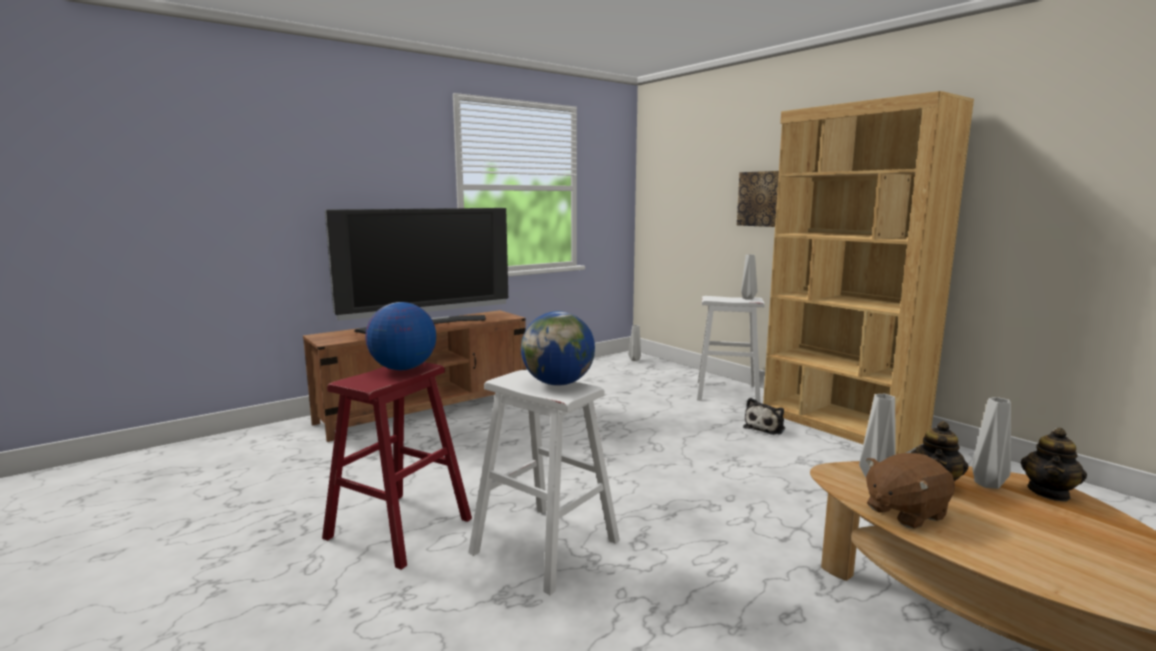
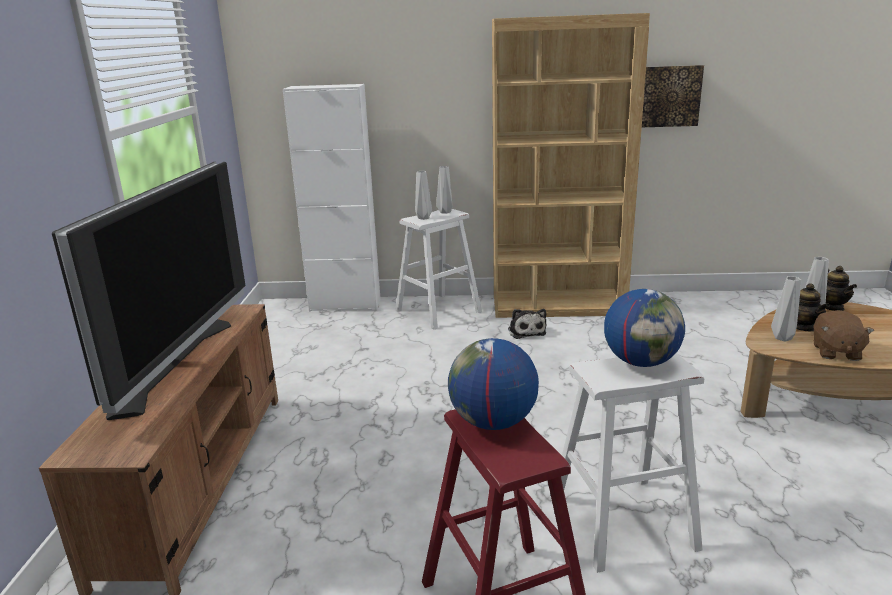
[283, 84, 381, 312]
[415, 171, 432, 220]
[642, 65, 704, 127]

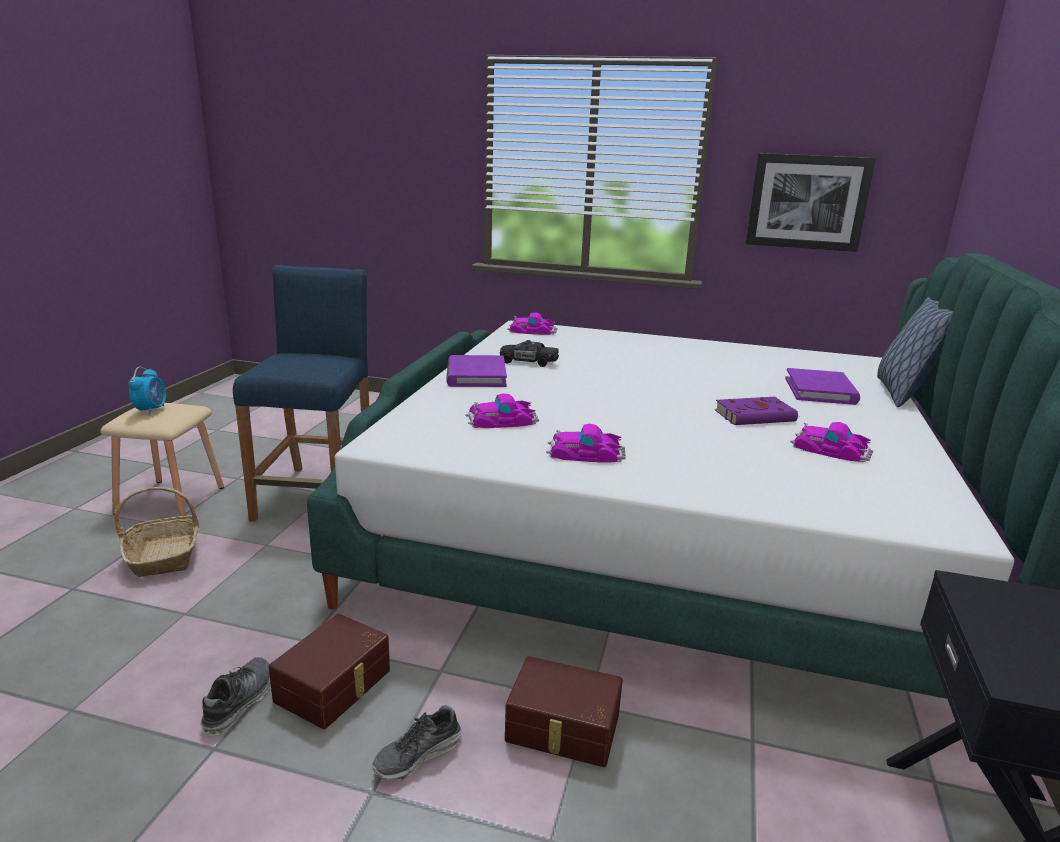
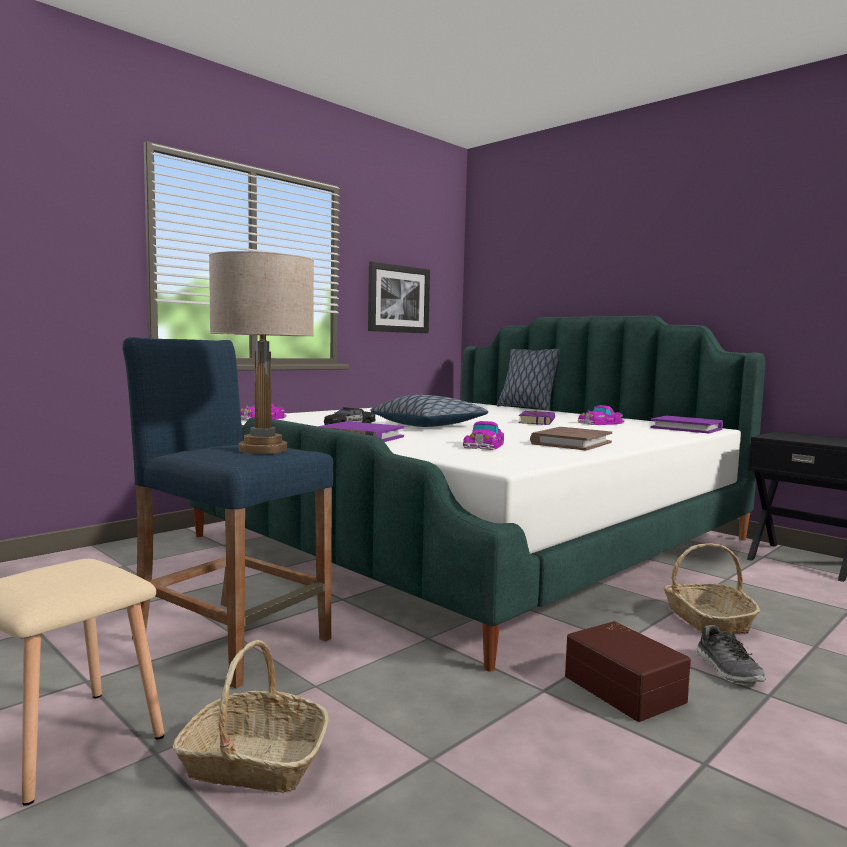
[209, 251, 314, 454]
[370, 395, 488, 427]
[530, 427, 612, 451]
[650, 416, 723, 434]
[663, 543, 760, 634]
[129, 367, 166, 416] (first image)
[200, 657, 270, 736] (first image)

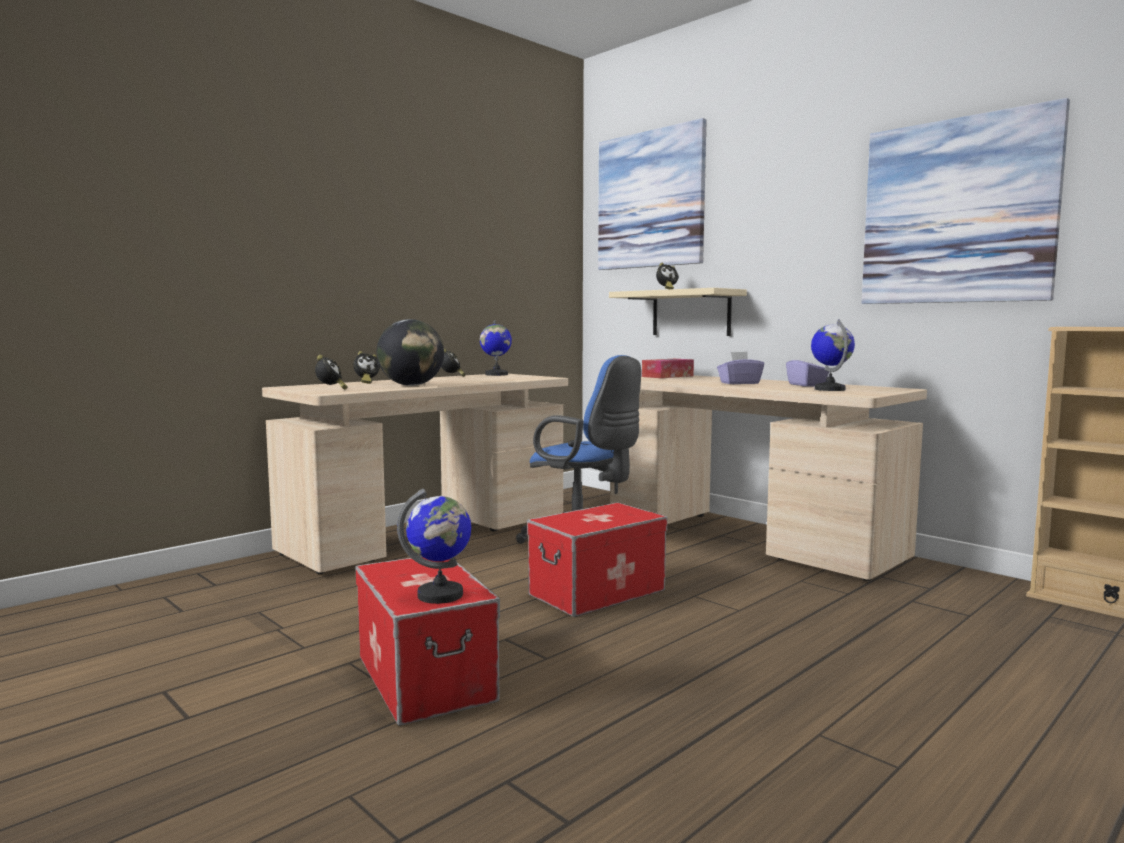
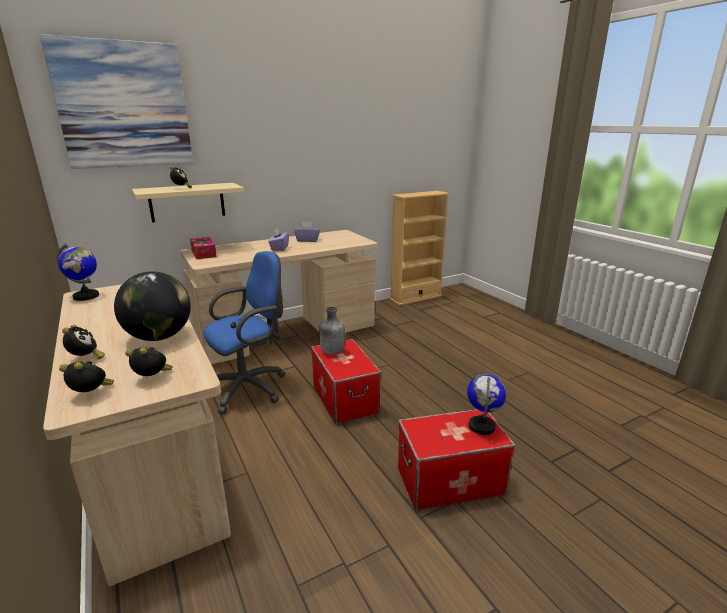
[59, 361, 114, 392]
[319, 307, 345, 355]
[811, 319, 855, 391] (first image)
[862, 98, 1070, 304] (first image)

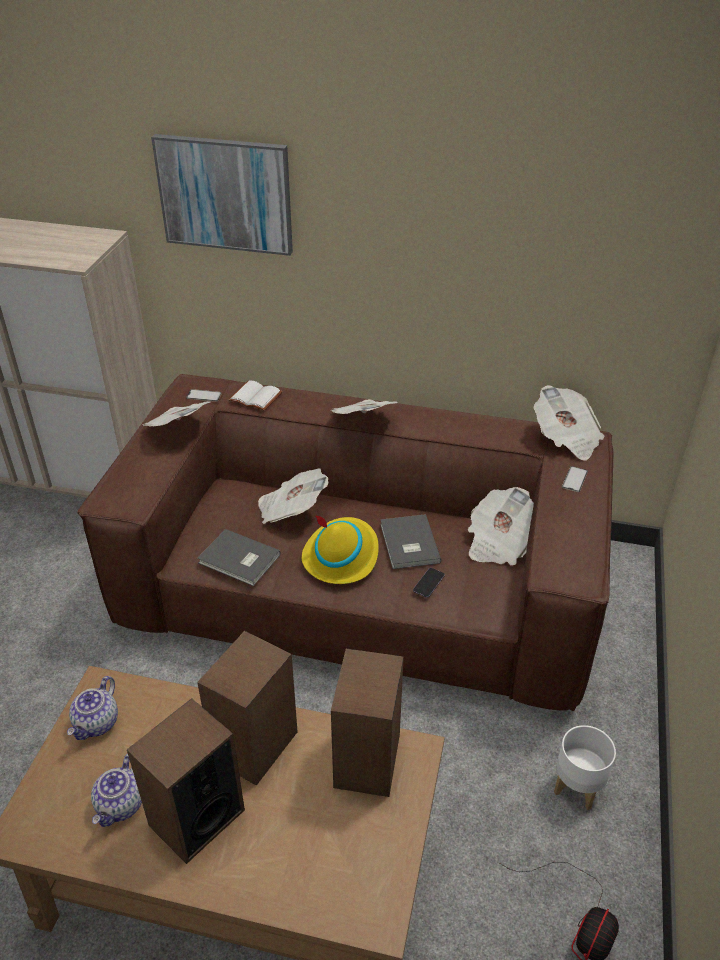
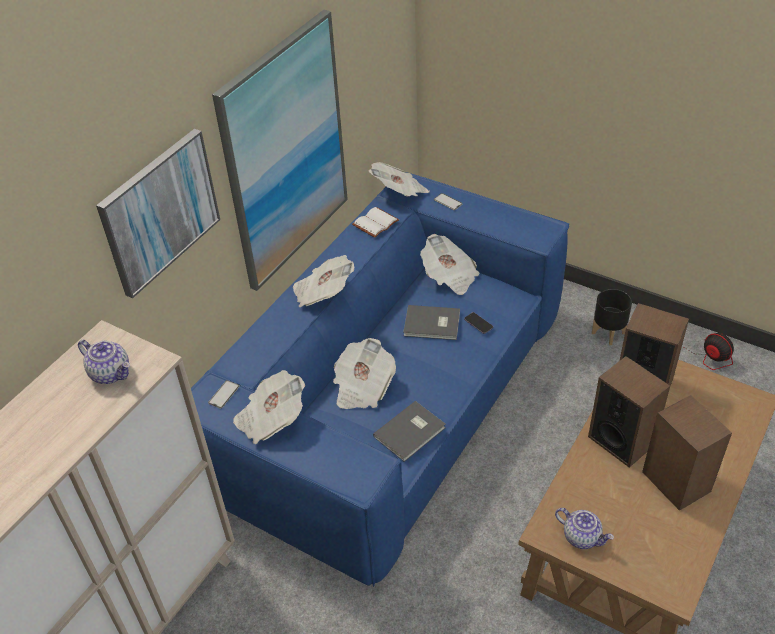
[78, 340, 130, 384]
[191, 172, 569, 587]
[212, 10, 348, 291]
[352, 207, 399, 238]
[592, 289, 632, 345]
[302, 515, 379, 584] (first image)

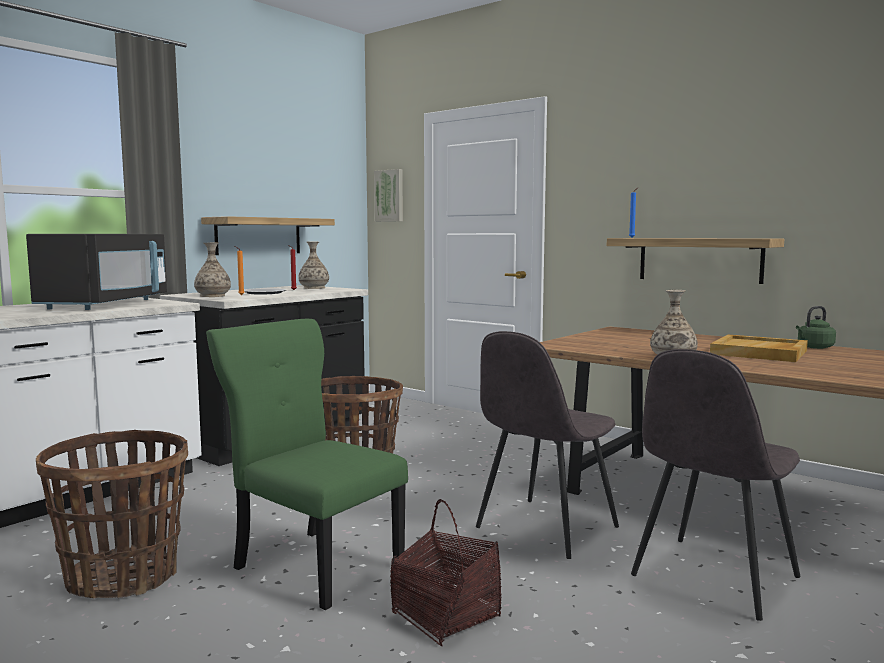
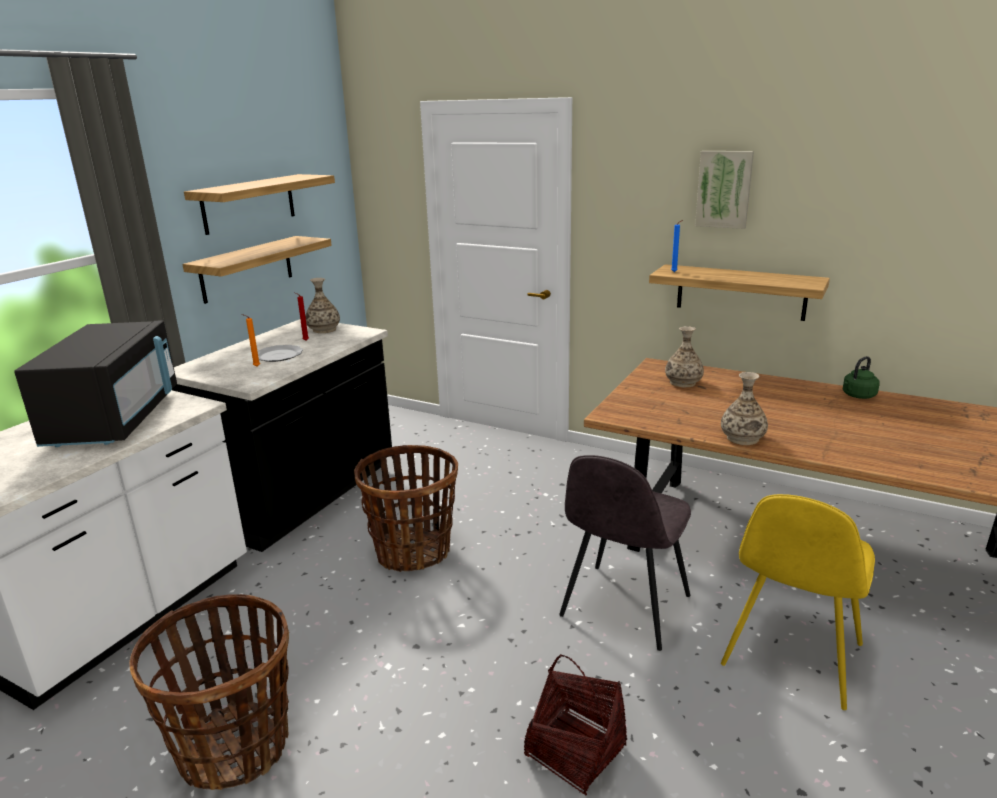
[184, 174, 335, 235]
[665, 326, 704, 387]
[695, 151, 754, 229]
[721, 494, 875, 710]
[206, 319, 408, 610] (first image)
[710, 335, 808, 362] (first image)

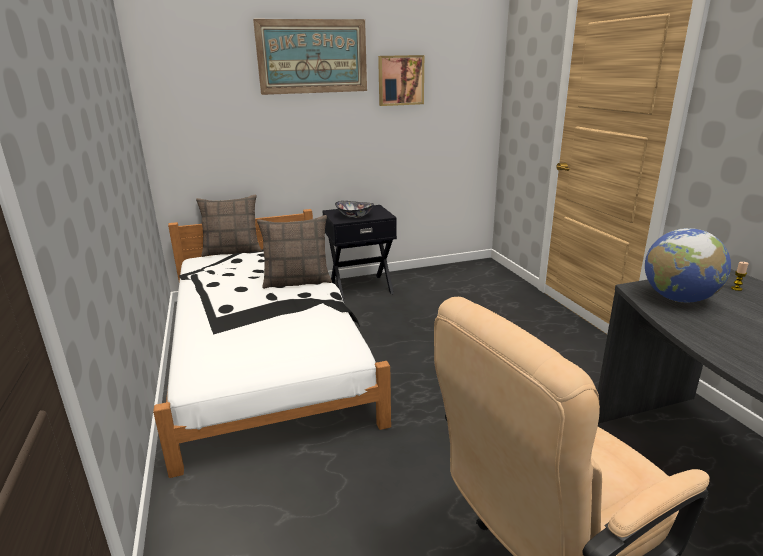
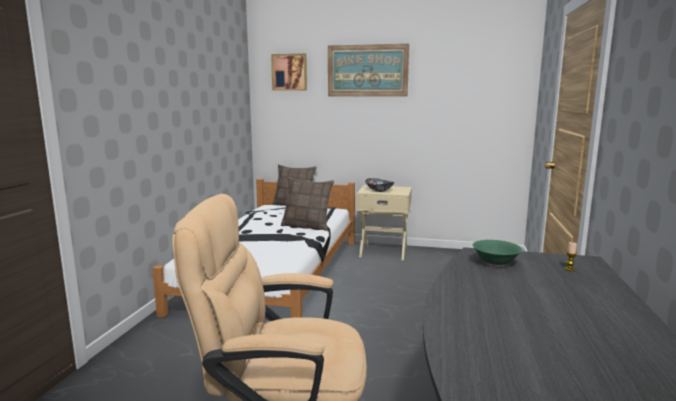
[271, 54, 307, 91]
[357, 185, 412, 260]
[472, 240, 522, 267]

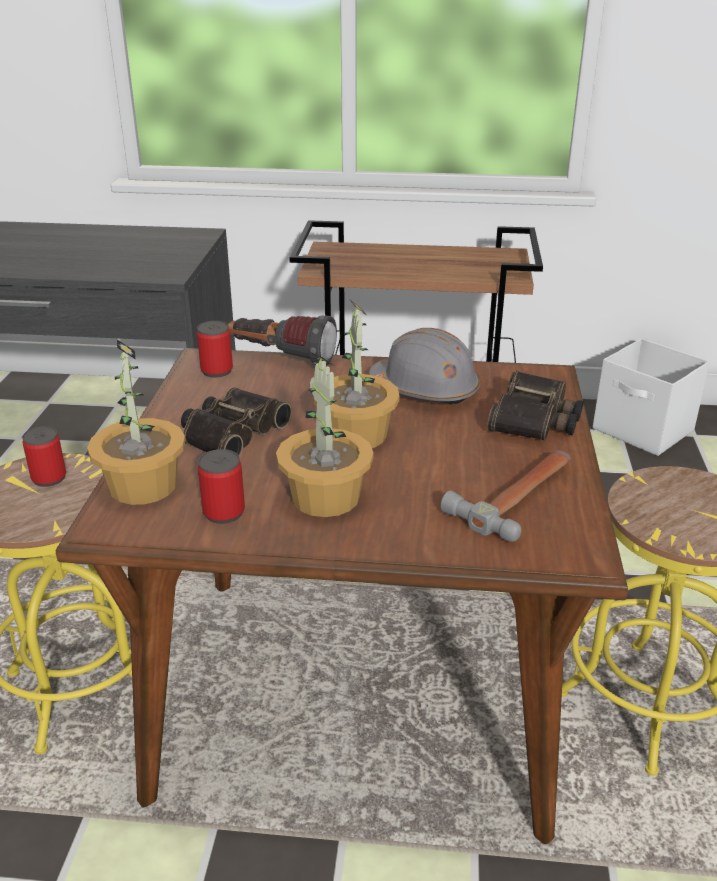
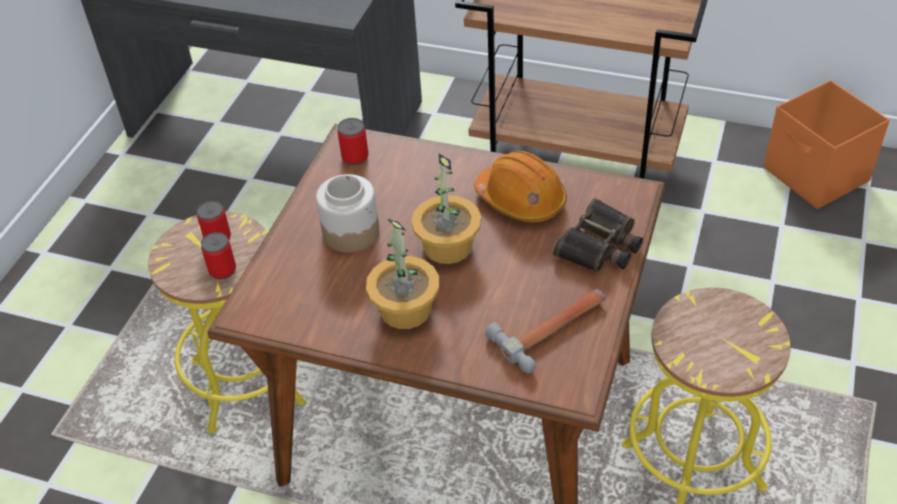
[201, 232, 236, 280]
[316, 174, 379, 253]
[475, 151, 567, 222]
[764, 80, 890, 209]
[87, 340, 185, 505] (first image)
[228, 315, 337, 366] (first image)

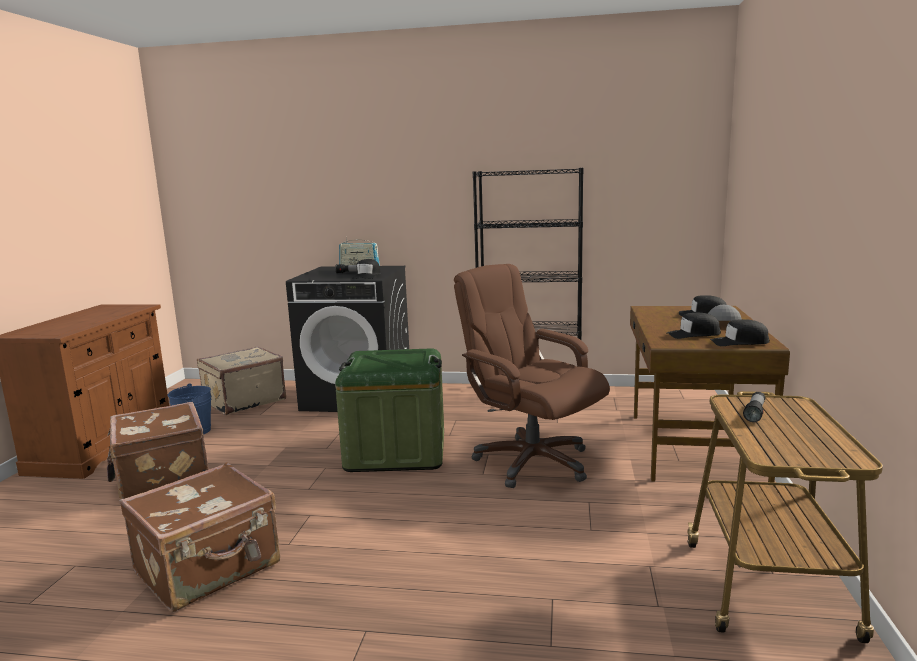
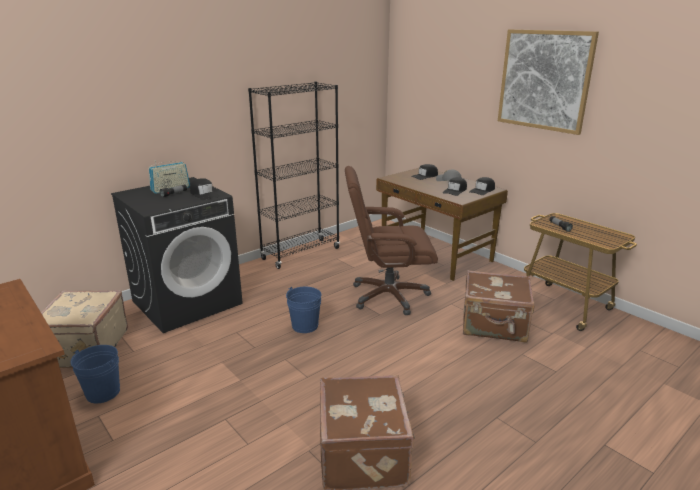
[286, 287, 321, 333]
[463, 270, 535, 343]
[498, 29, 599, 135]

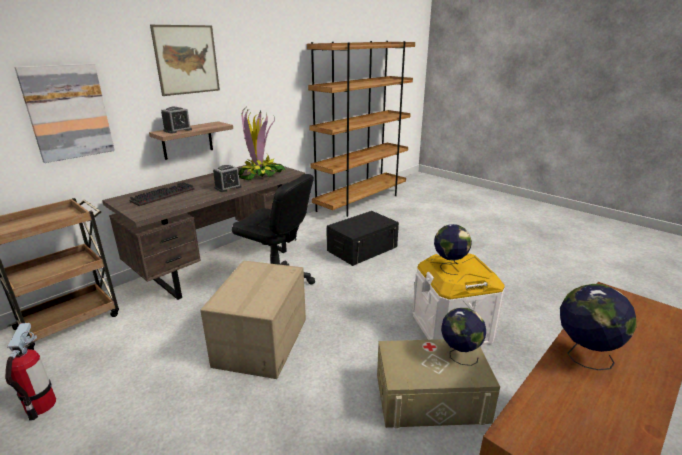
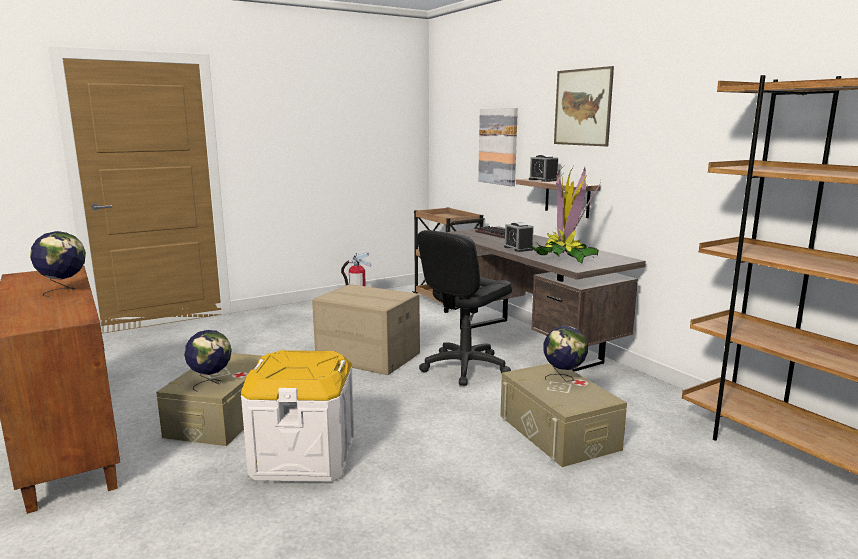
[500, 363, 627, 467]
[543, 326, 588, 382]

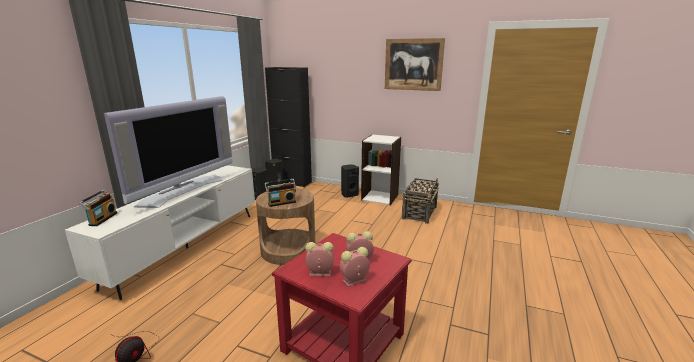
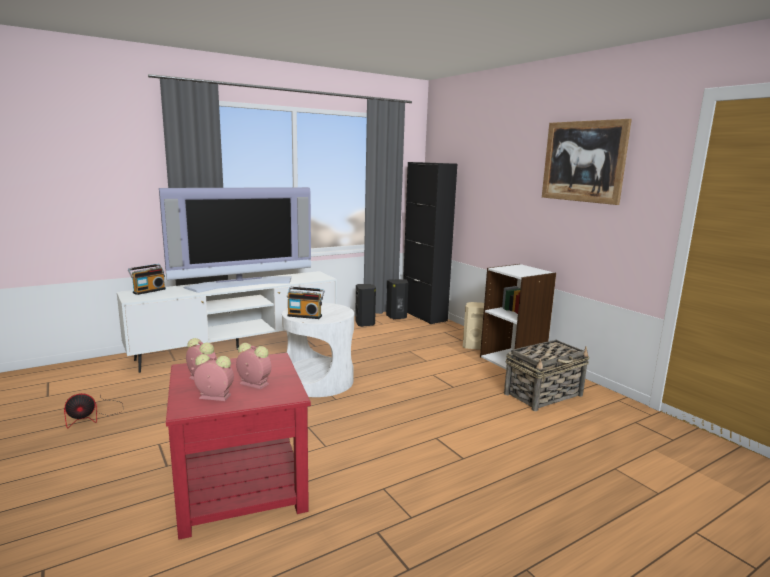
[282, 303, 354, 397]
[463, 302, 484, 350]

